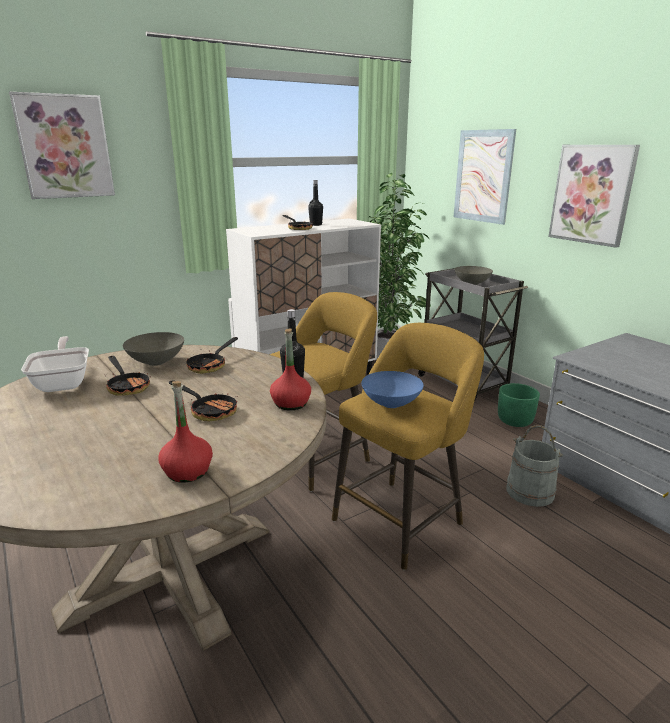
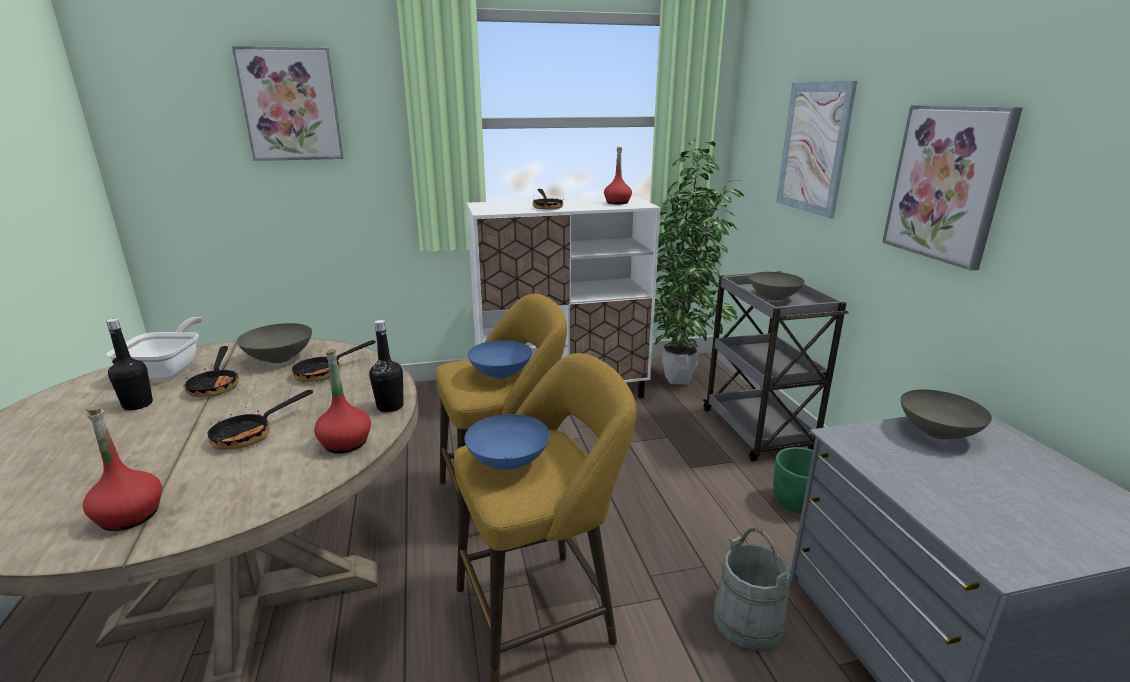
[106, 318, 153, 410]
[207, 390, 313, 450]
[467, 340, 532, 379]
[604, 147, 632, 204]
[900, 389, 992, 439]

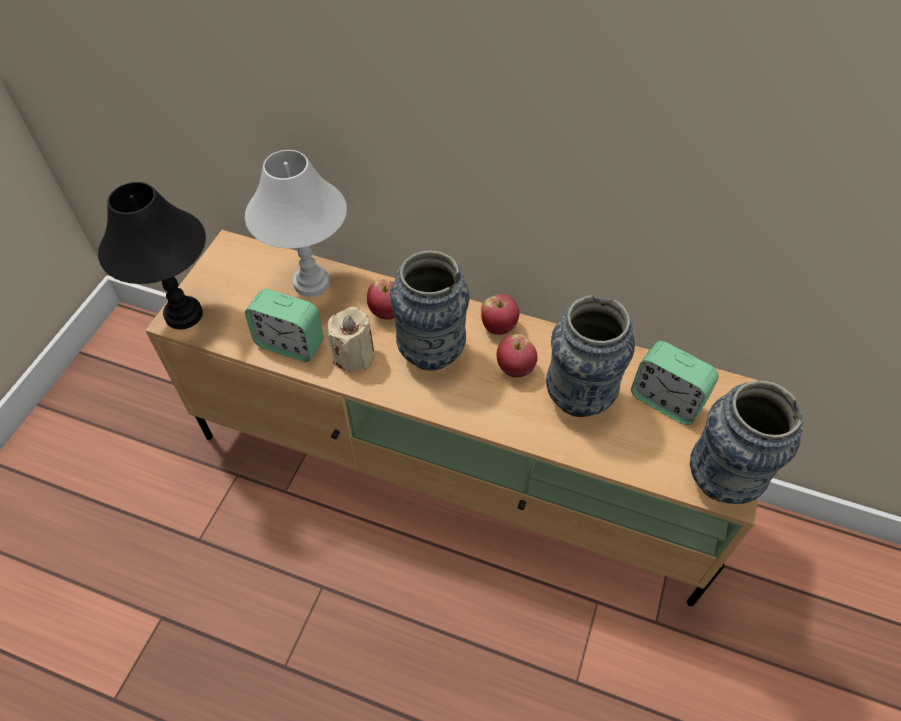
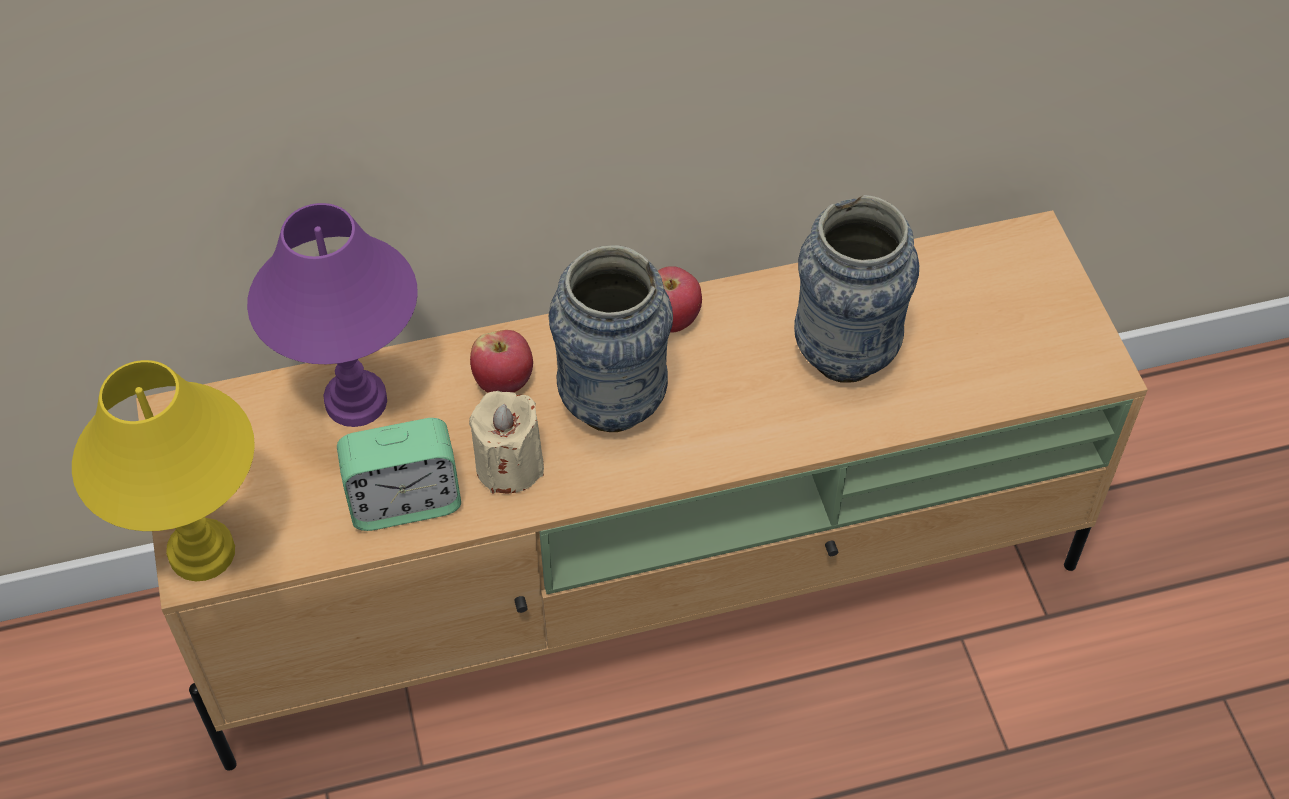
[72, 360, 255, 581]
[247, 203, 418, 427]
[497, 334, 538, 378] (first image)
[631, 341, 719, 425] (first image)
[690, 380, 804, 504] (first image)

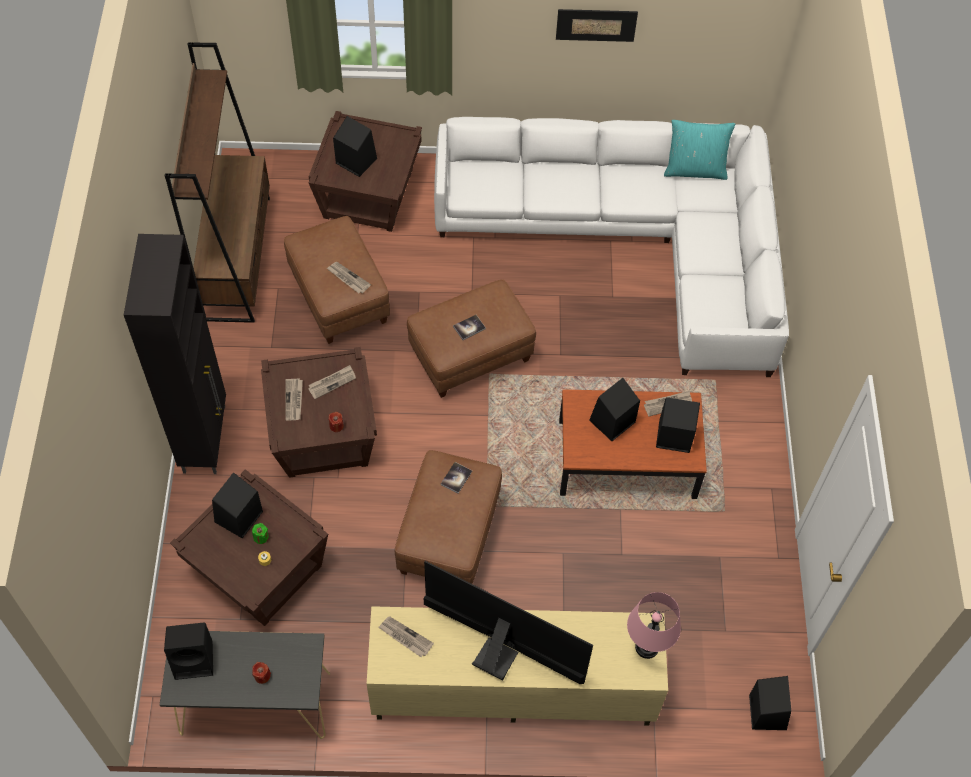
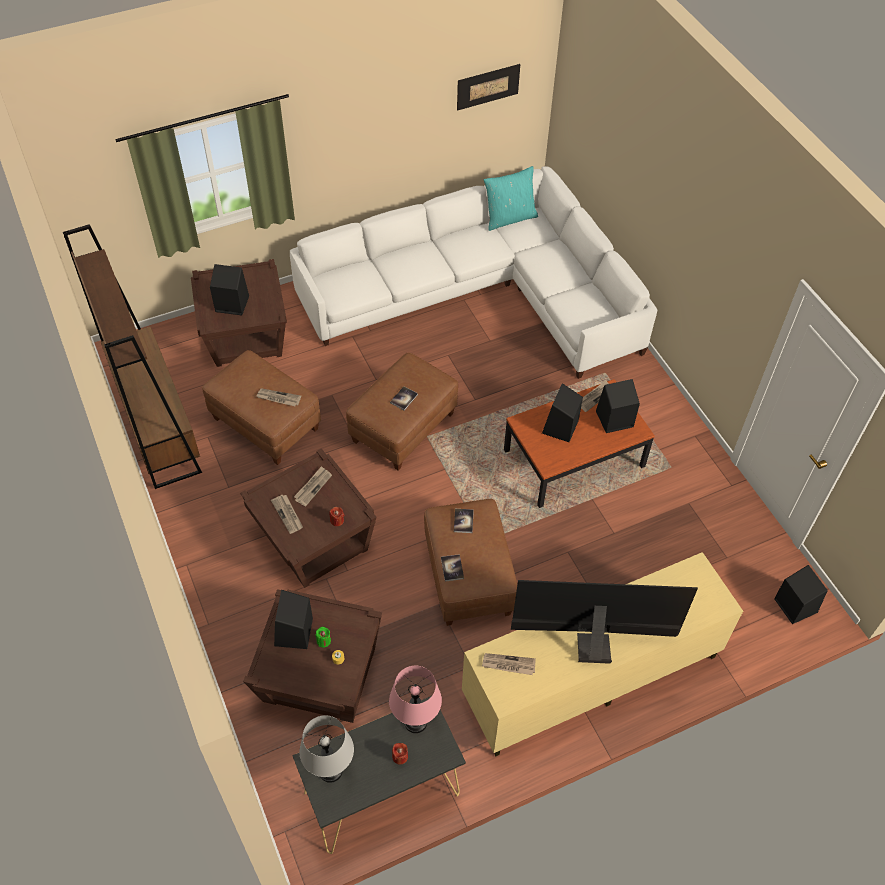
[299, 715, 354, 783]
[389, 666, 442, 733]
[441, 554, 464, 582]
[457, 64, 520, 110]
[124, 234, 226, 474] (first image)

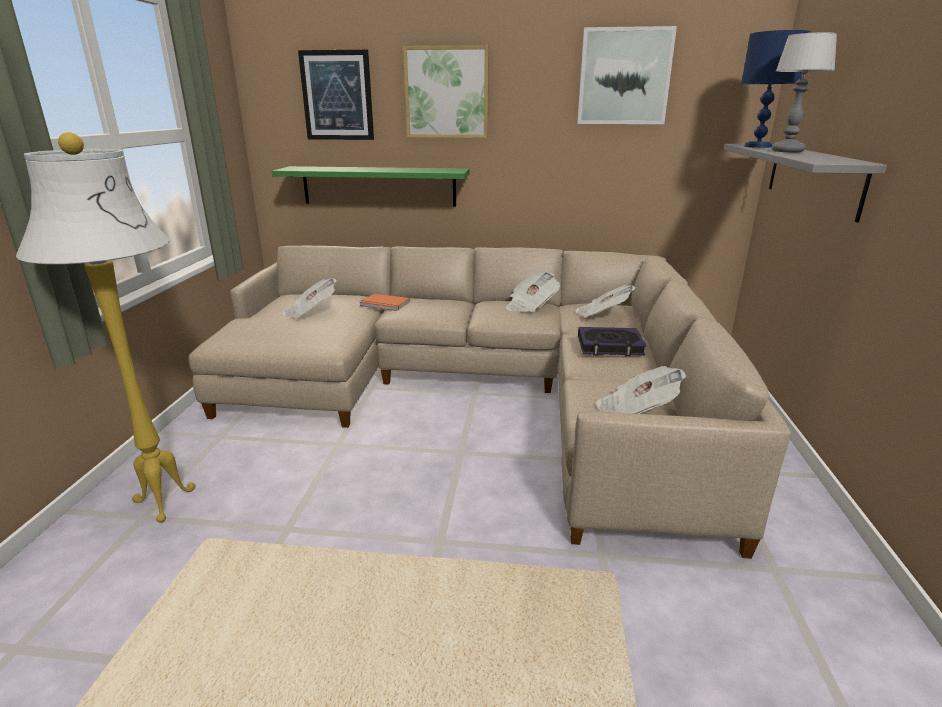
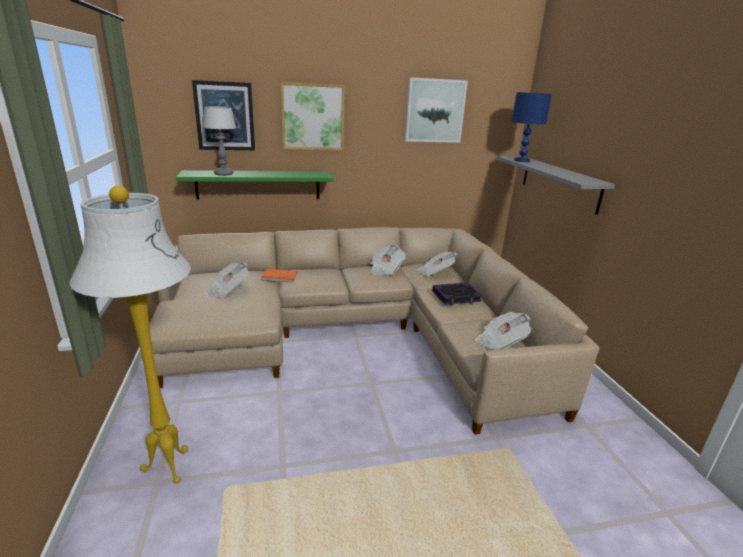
[203, 106, 236, 176]

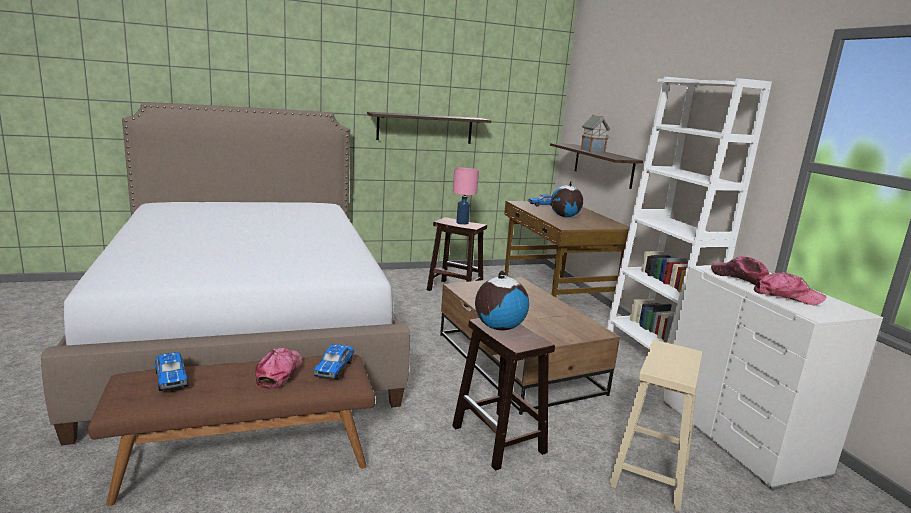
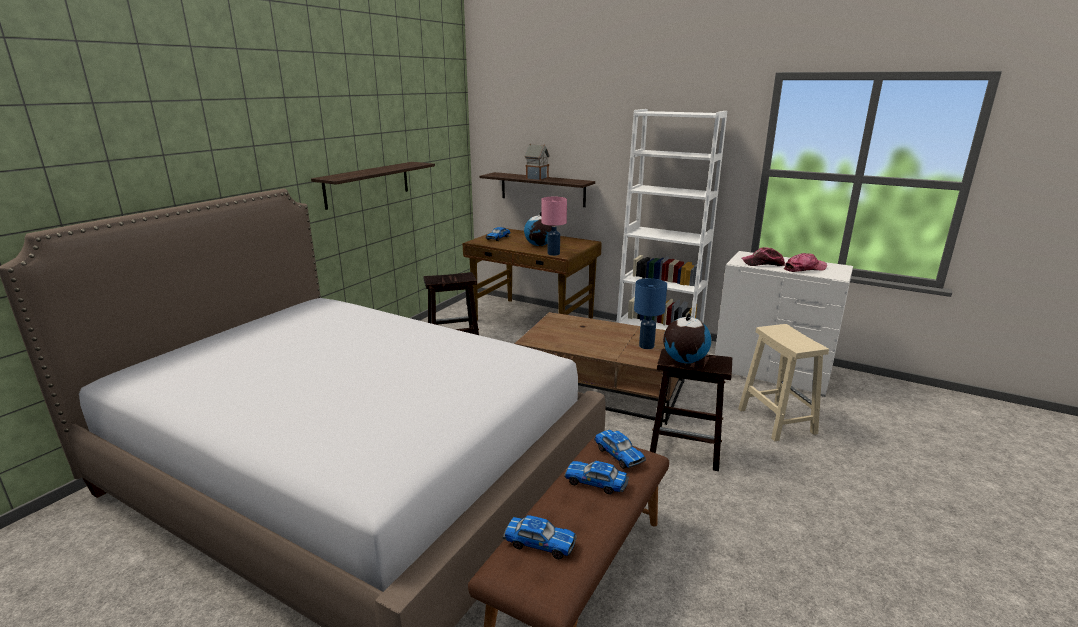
[541, 197, 567, 256]
[564, 461, 629, 494]
[634, 278, 667, 349]

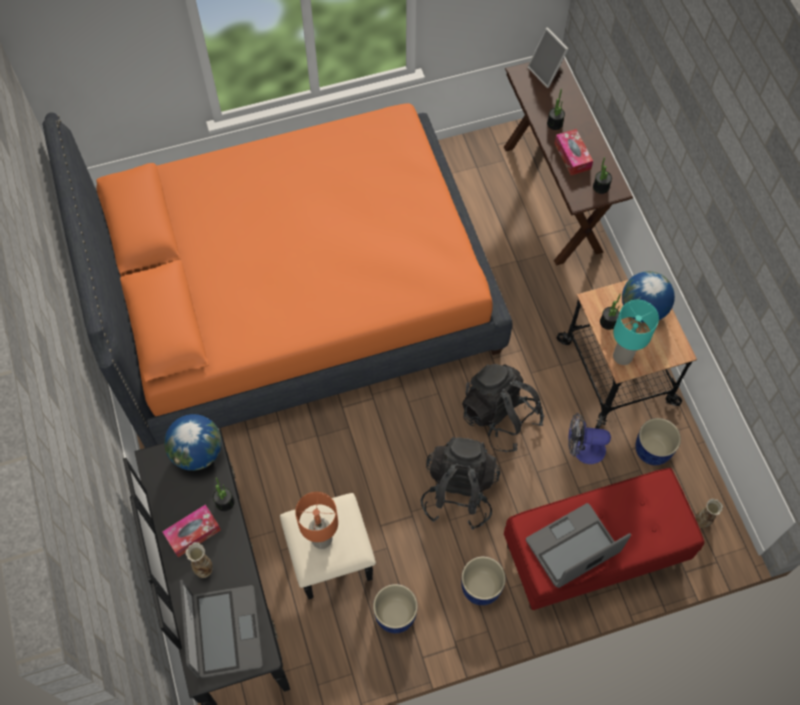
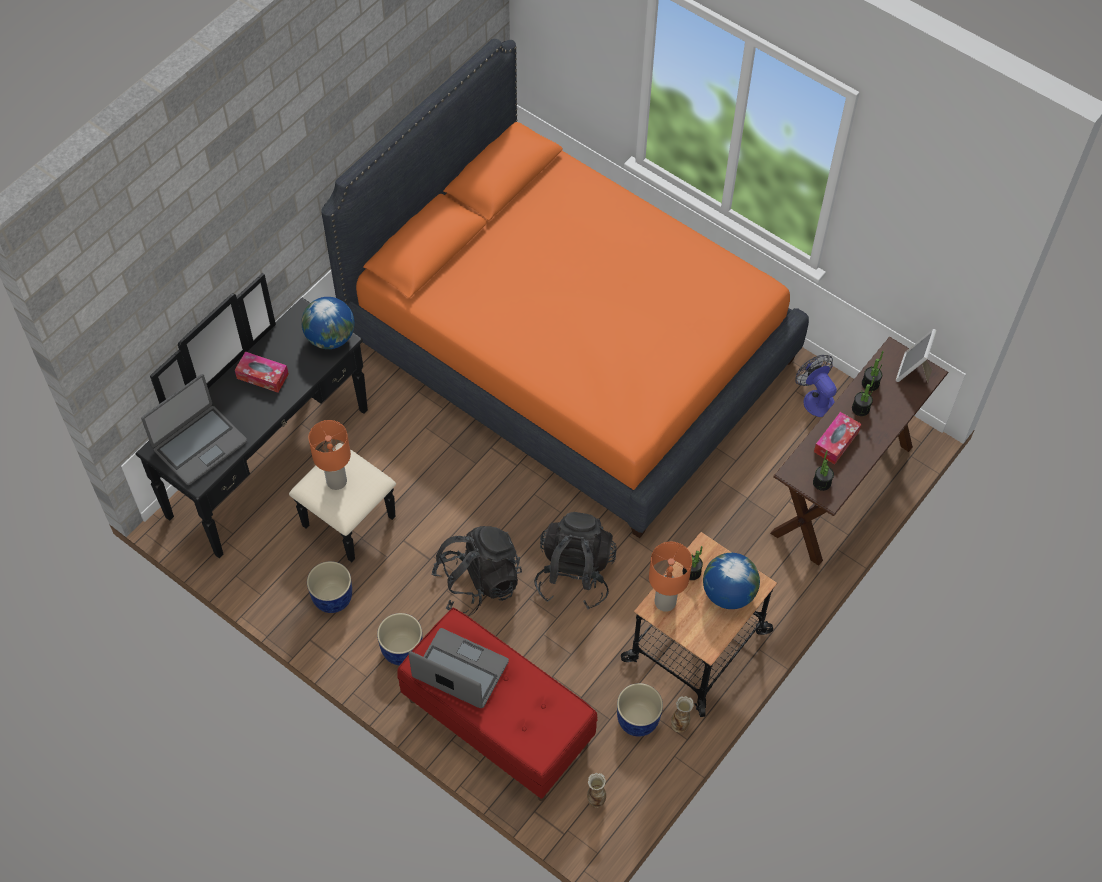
[649, 542, 692, 612]
[671, 696, 694, 733]
[795, 355, 837, 417]
[862, 351, 884, 391]

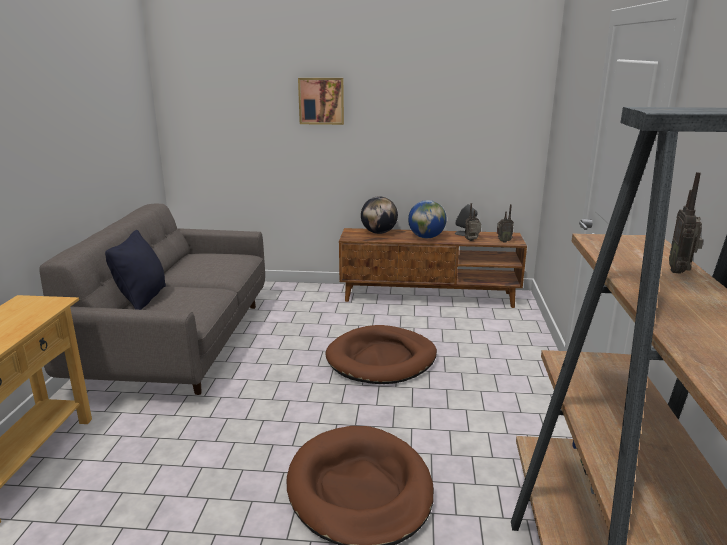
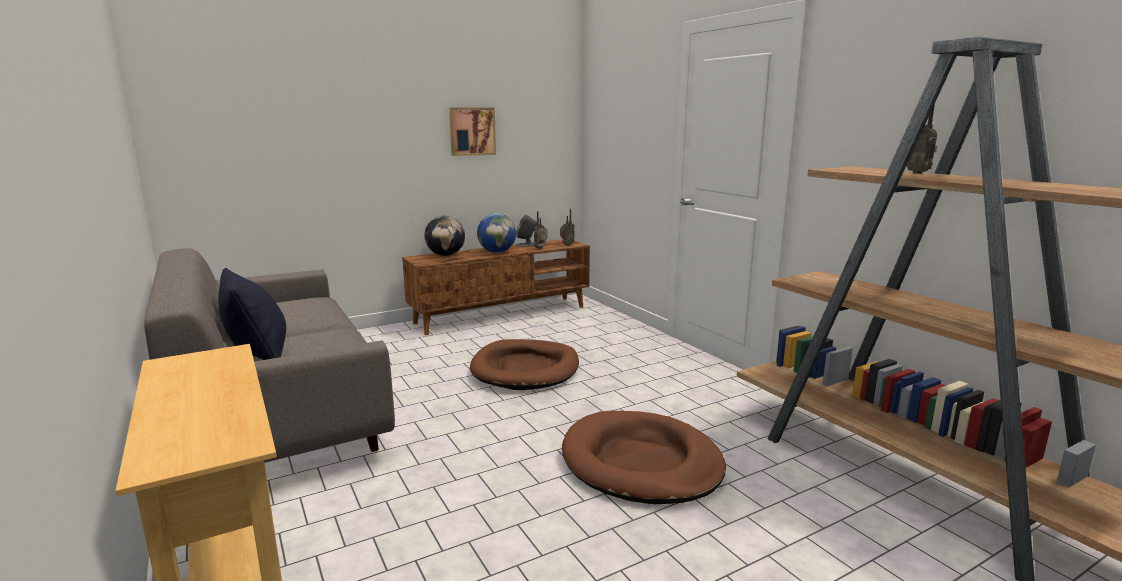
[449, 108, 496, 156]

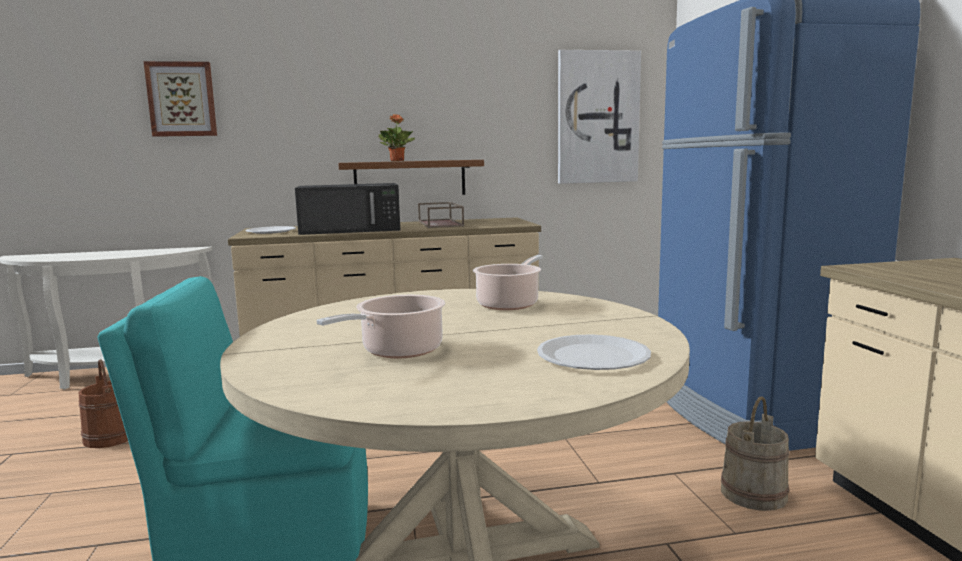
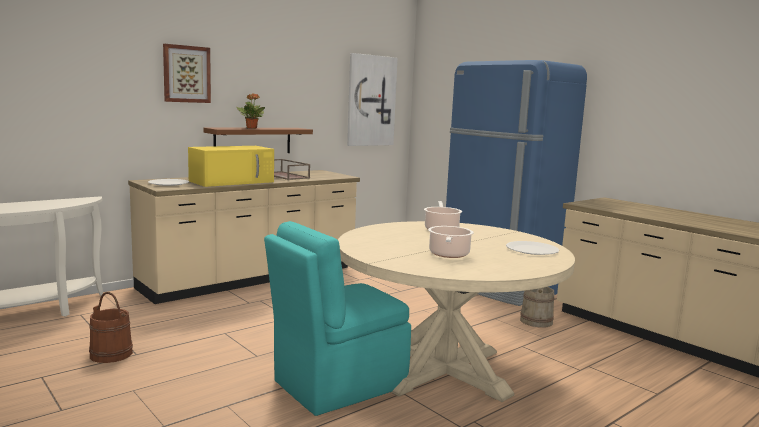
[163, 44, 211, 103]
[188, 146, 274, 187]

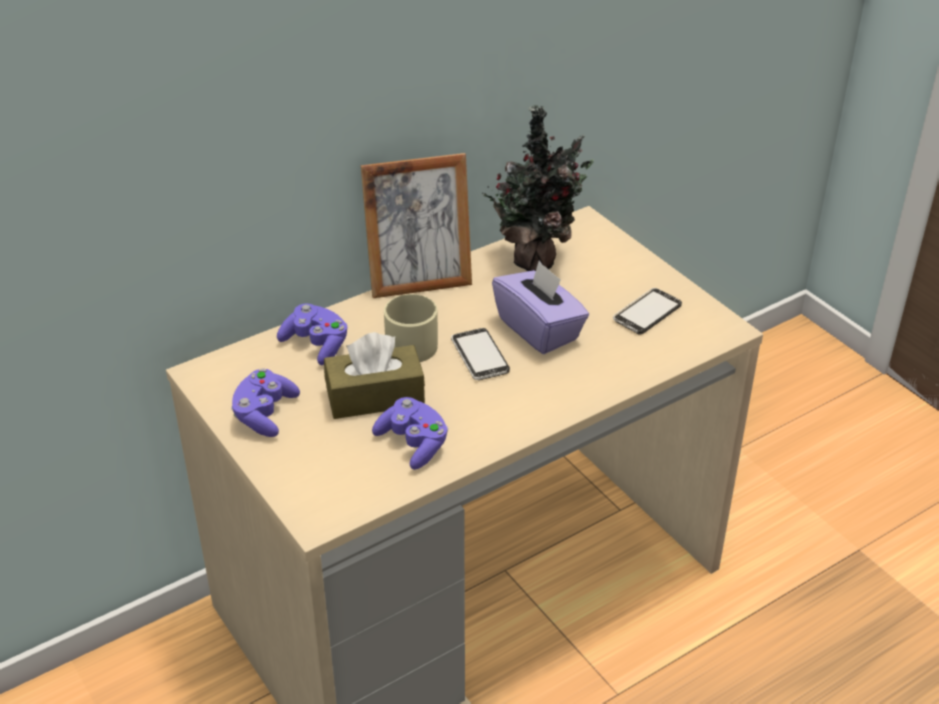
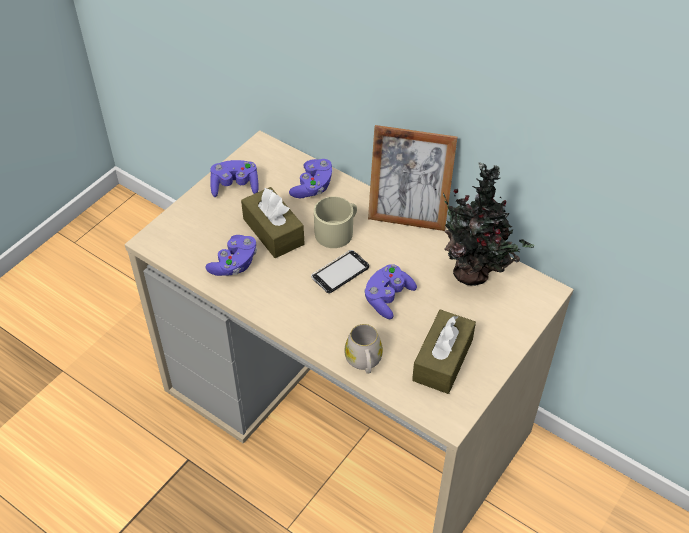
[344, 324, 383, 374]
[364, 264, 417, 319]
[368, 125, 458, 231]
[412, 310, 476, 394]

